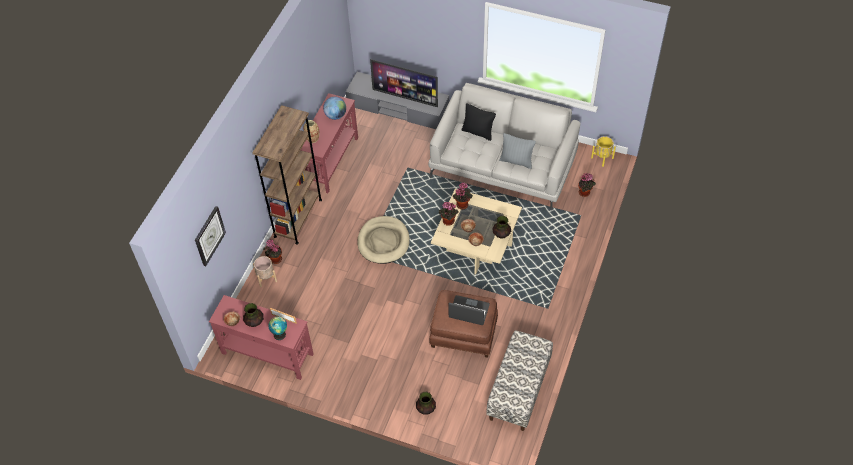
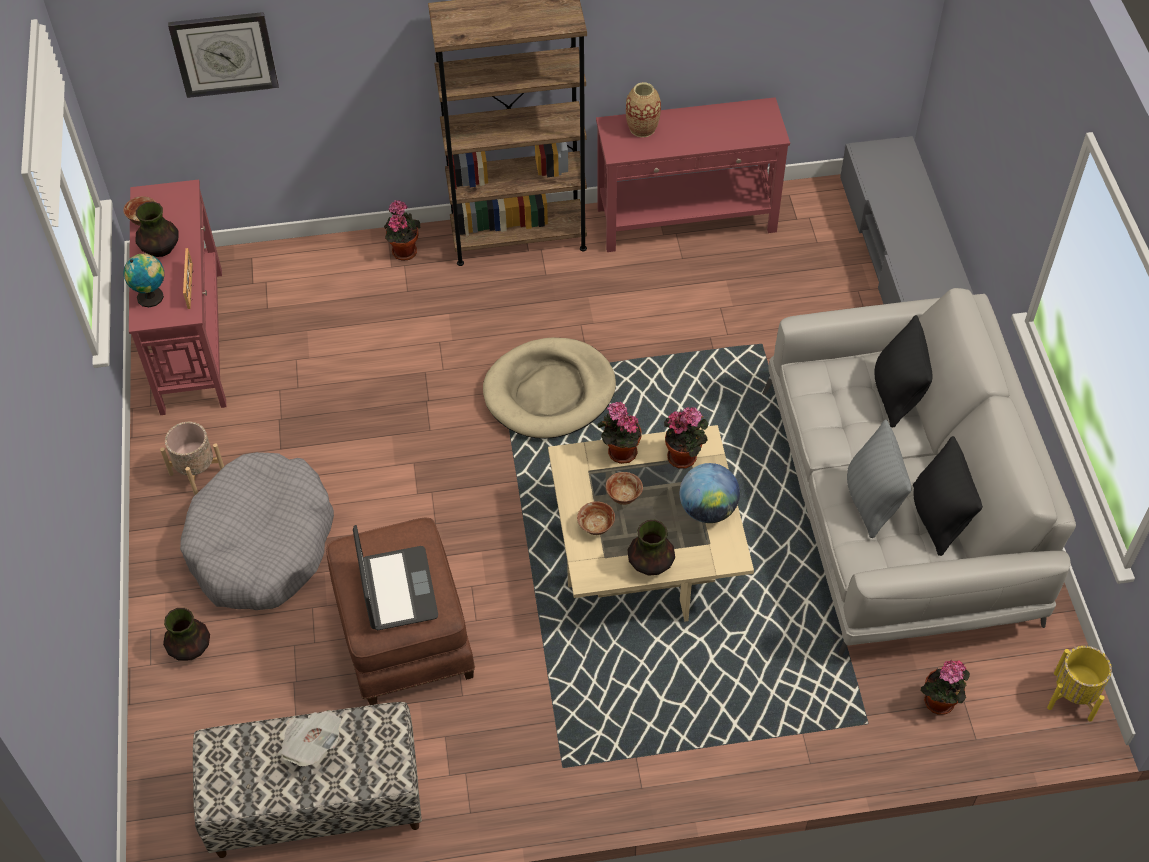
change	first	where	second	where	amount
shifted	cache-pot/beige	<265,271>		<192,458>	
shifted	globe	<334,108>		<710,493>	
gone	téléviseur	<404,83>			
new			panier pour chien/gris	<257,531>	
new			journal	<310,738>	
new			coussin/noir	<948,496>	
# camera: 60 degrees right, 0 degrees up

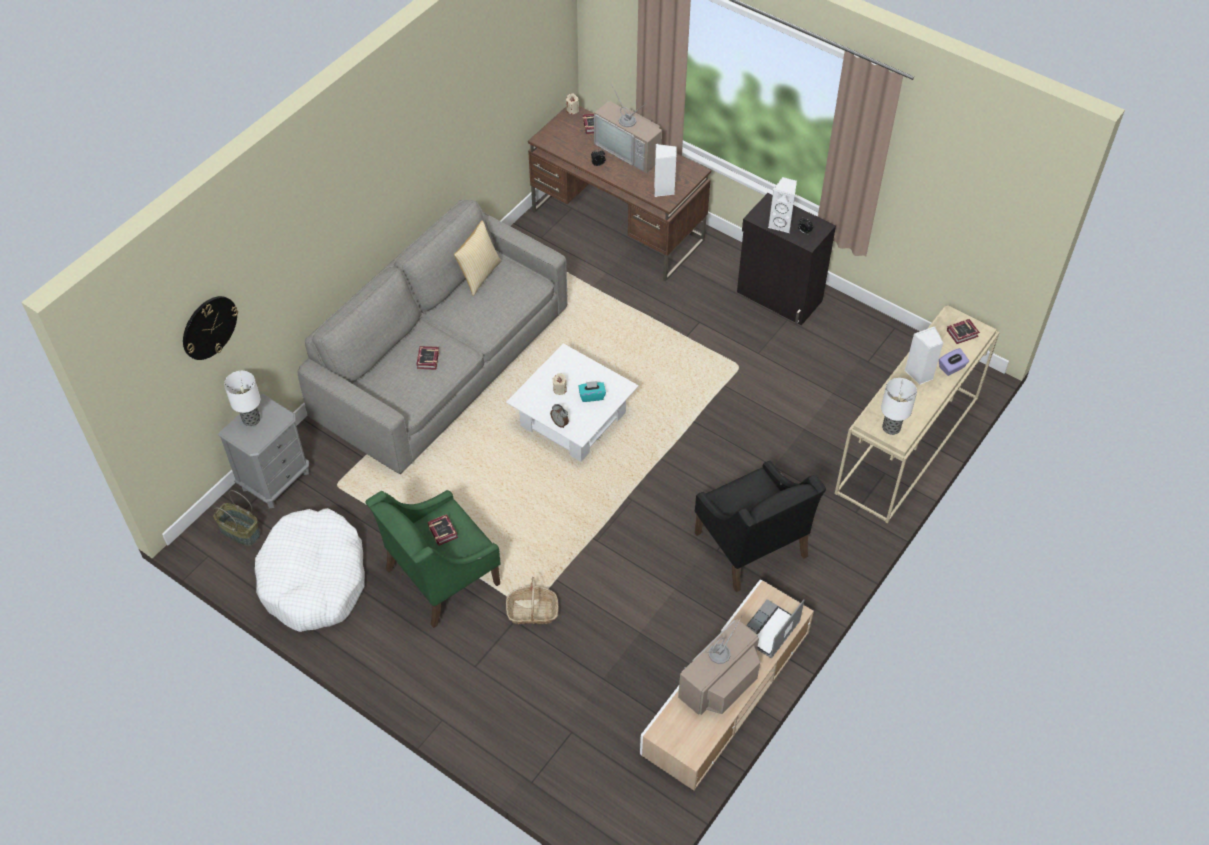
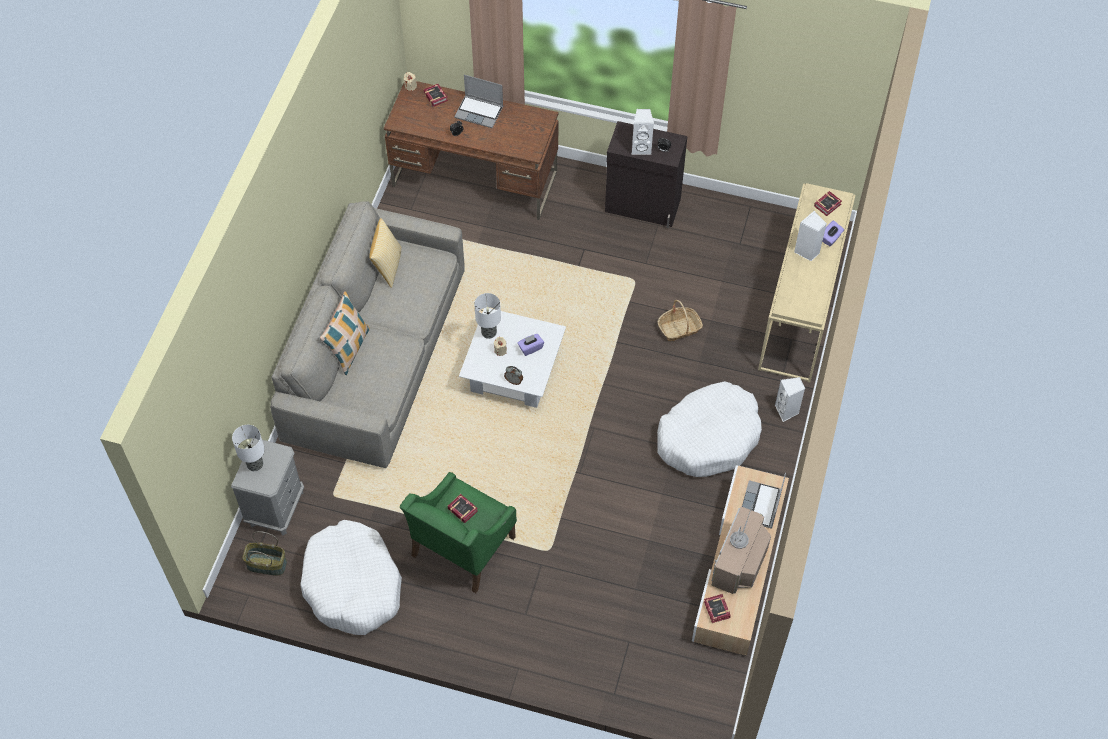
change	first	where	second	where	amount
gone	horloge murale	<210,328>			
shifted	livre	<427,358>		<717,608>	
shifted	panier	<532,600>		<680,320>	
repainted	boîte à mouchoirs/turquoise	<592,391>	boîte à mouchoirs/violet	<530,345>	
swapped	téléviseur	<628,128>	ordinateur portable	<478,101>	
shifted	enceinte/blanc	<666,170>		<790,399>	
swapped	fauteuil/noir	<760,526>	panier pour chien/blanc	<709,429>	
shifted	lampe de table	<899,406>		<487,316>	
new			coussin	<345,333>	
# camera: 20 degrees left, 5 degrees up

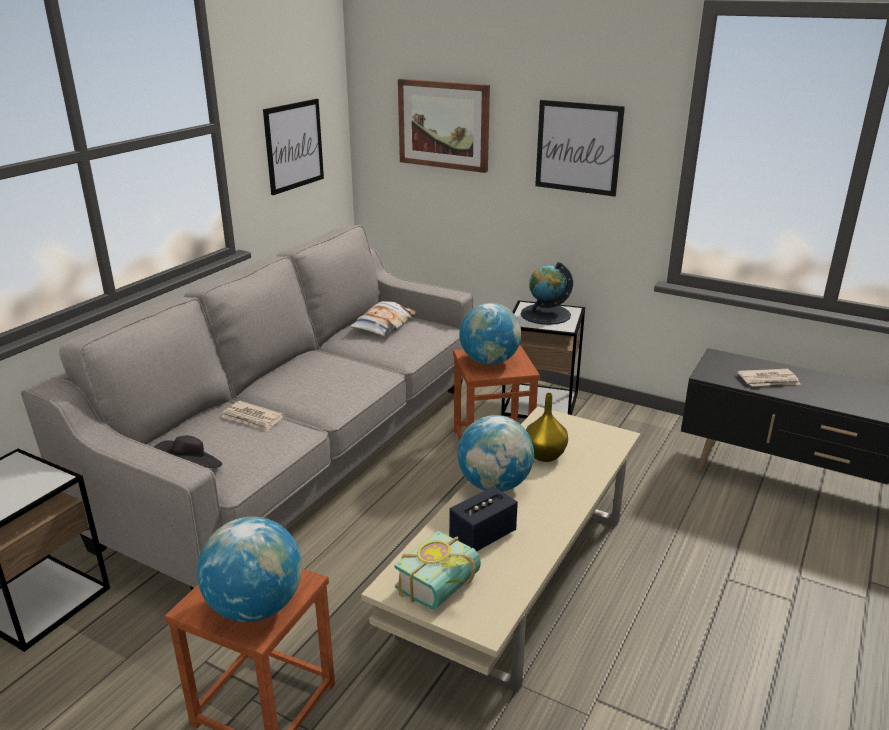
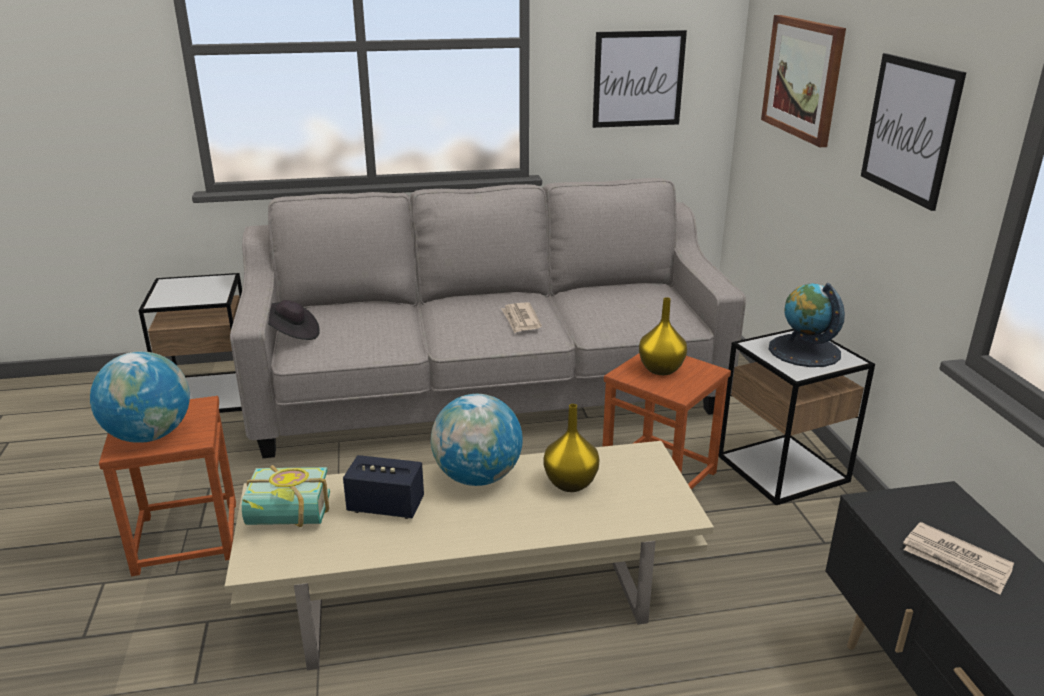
change	first	where	second	where	amount
shifted	journal	<253,416>		<521,317>	
gone	coussin	<383,319>			
swapped	globe	<490,334>	vase/jaune	<663,336>	
# camera: 50 degrees right, 0 degrees up

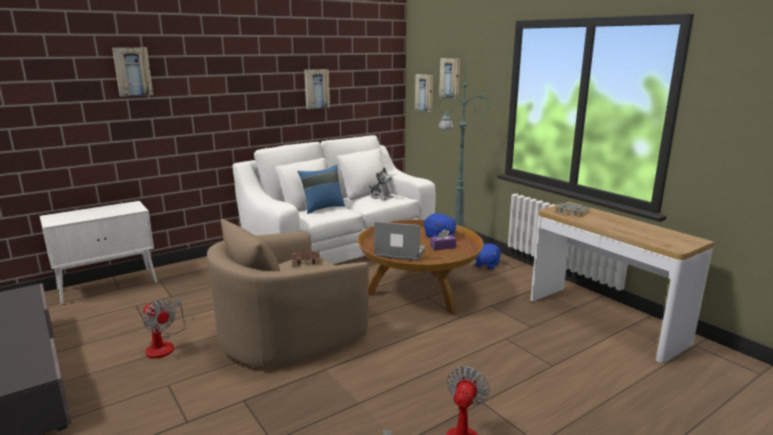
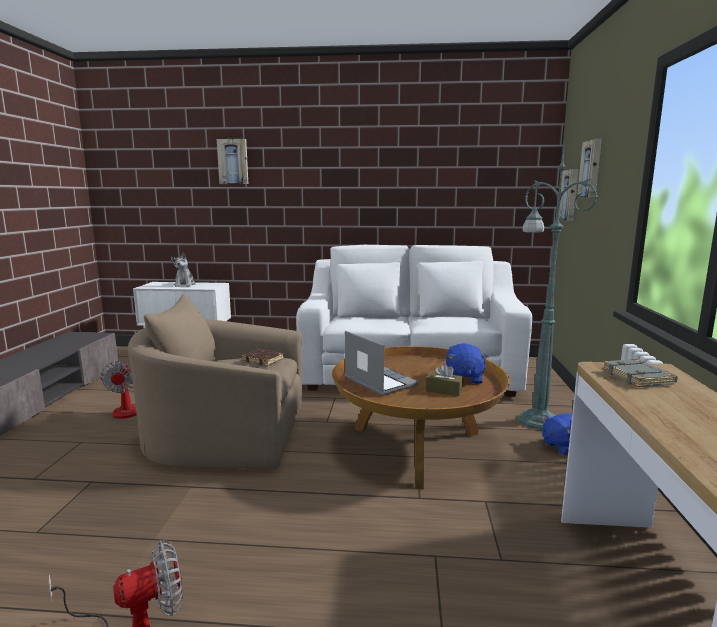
change	first	where	second	where	amount
gone	coussin/bleu	<321,189>			
gone	tableau	<317,89>			
shifted	peluche	<381,183>		<183,269>	
repainted	boîte à mouchoirs/violet	<443,239>	boîte à mouchoirs/marron	<445,380>	
# camera: 40 degrees right, 5 degrees down

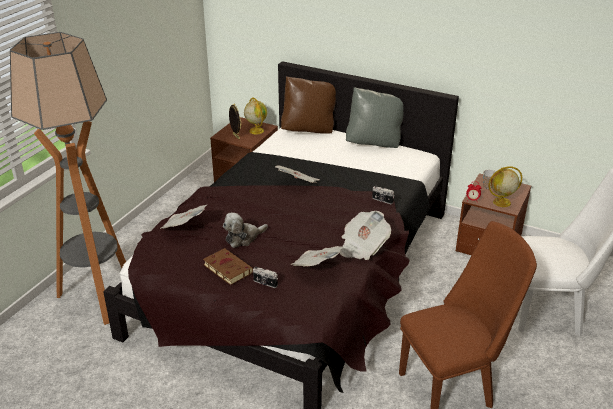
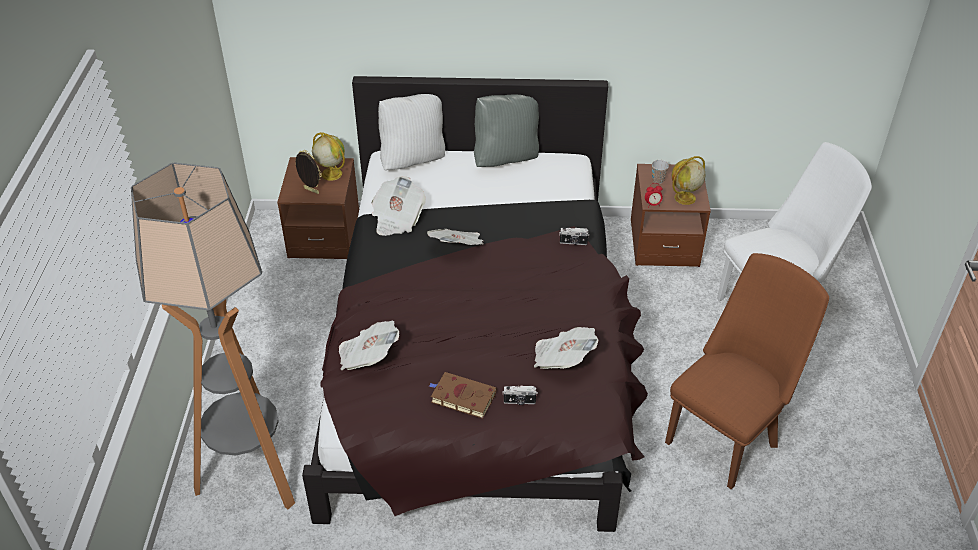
change	first	where	second	where	amount
gone	peluche	<245,230>			
repainted	coussin/marron	<308,105>	coussin/blanc	<411,132>	
shifted	journal	<365,235>		<399,206>	
# camera: 25 degrees left, 10 degrees up

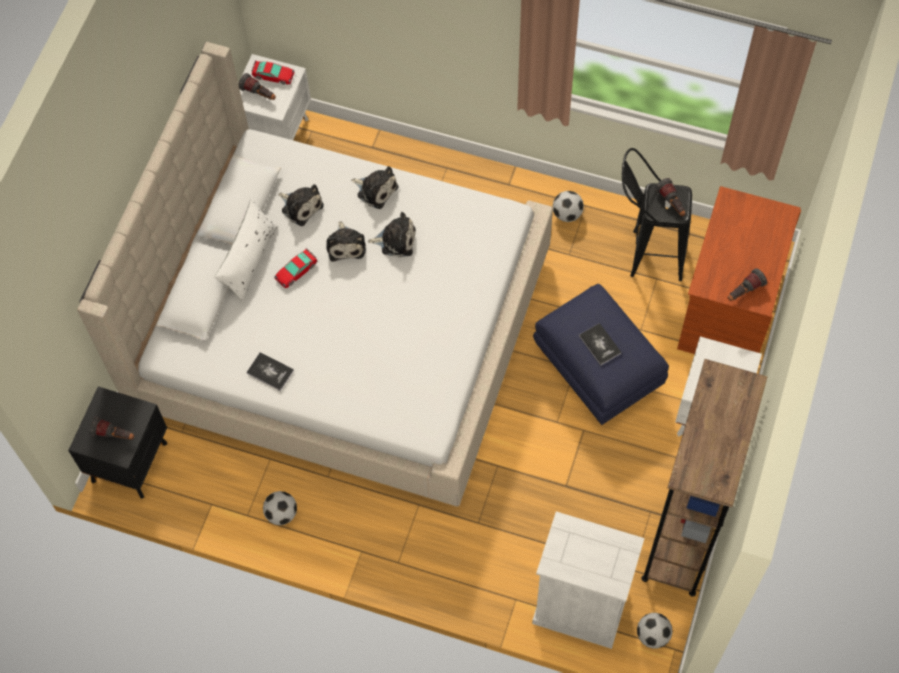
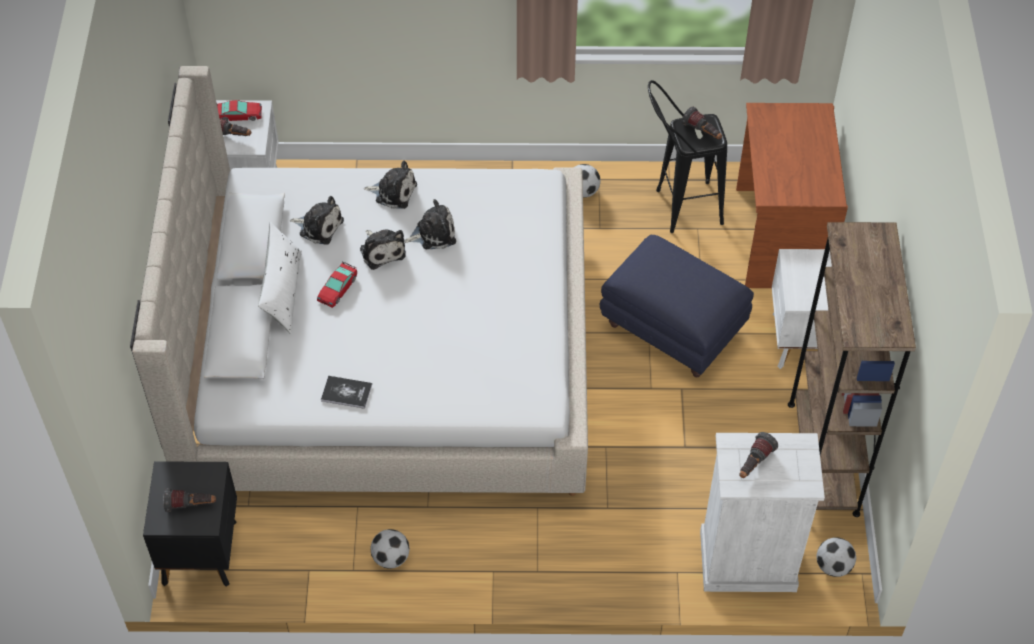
change	first	where	second	where	amount
gone	livre	<600,344>			
shifted	lampe de poche	<747,284>		<758,455>	
# camera: 20 degrees left, 10 degrees down

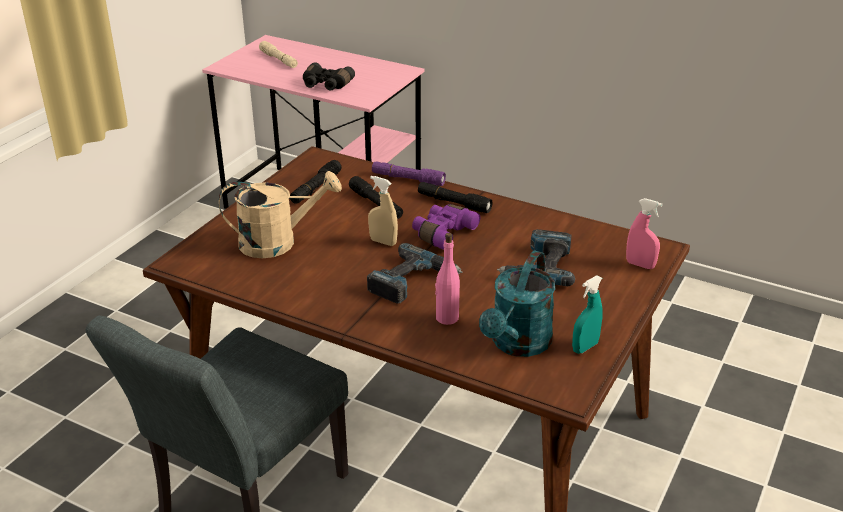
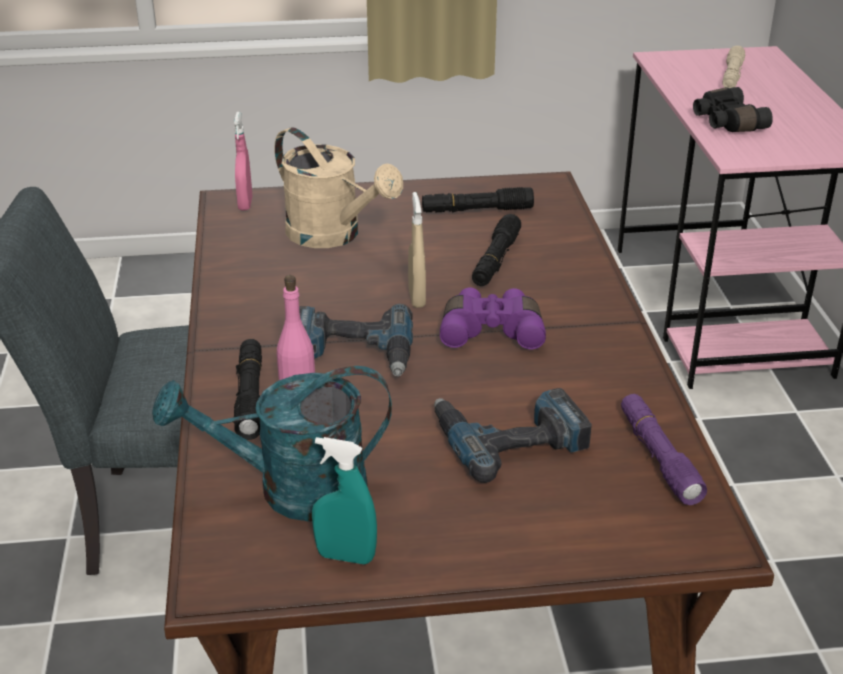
change	first	where	second	where	amount
shifted	lampe de poche/violet	<409,173>		<664,449>	
shifted	lampe de poche/noir	<455,197>		<248,389>	
shifted	vaporisateur/rose	<644,233>		<243,161>	
# camera: 55 degrees right, 0 degrees up

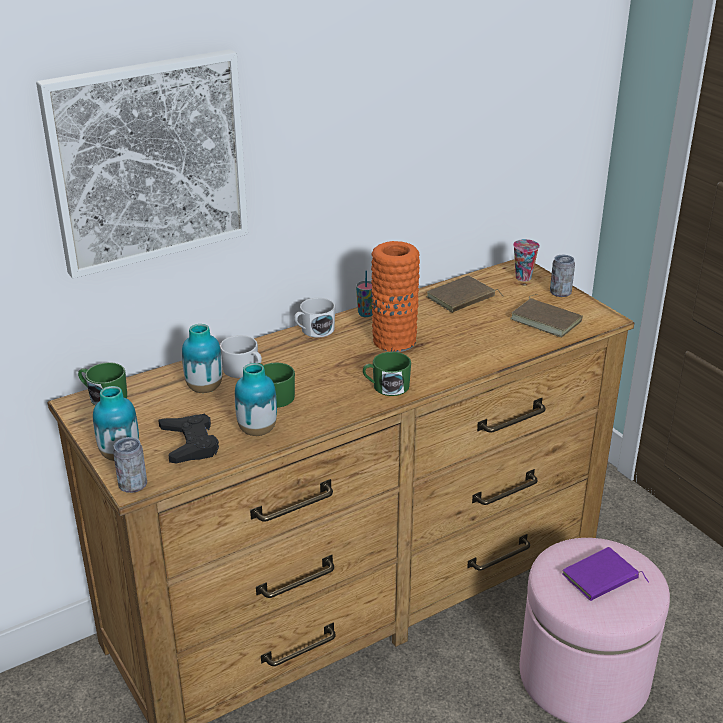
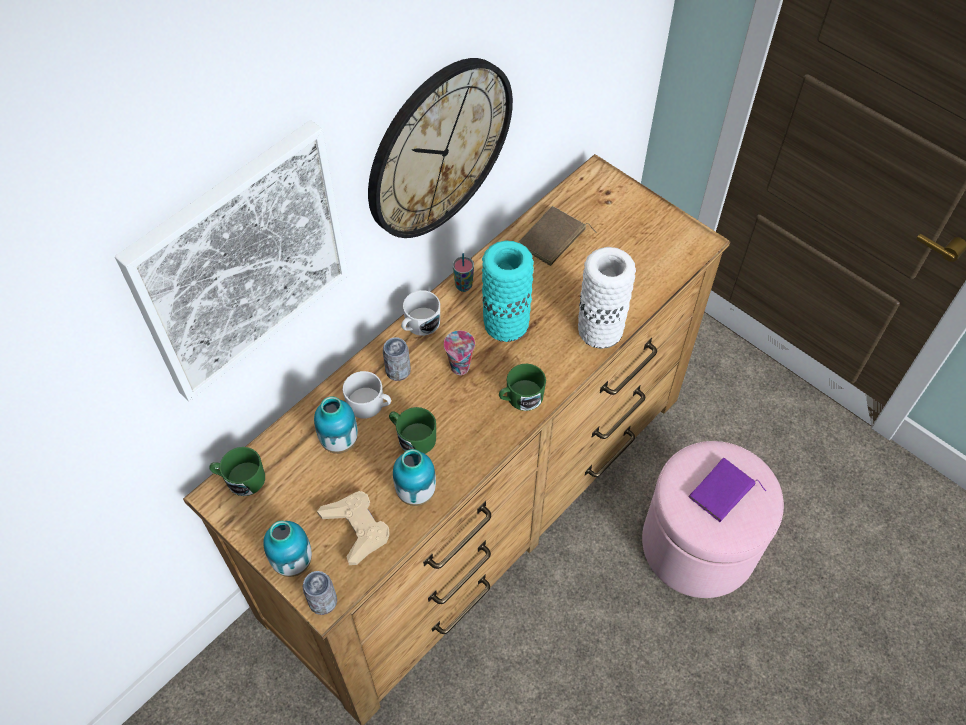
change	first	where	second	where	amount
repainted	manette/noir	<188,439>	manette/beige	<353,528>	
repainted	vase/orange	<395,296>	vase/turquoise	<508,291>	
gone	livre/marron	<546,315>			
shifted	tasse	<526,260>		<459,353>	
shifted	boîte métallique	<562,276>		<397,359>	
new			horloge murale	<440,148>	
new			vase/blanc	<607,298>	
# camera: 15 degrees left, 25 degrees up

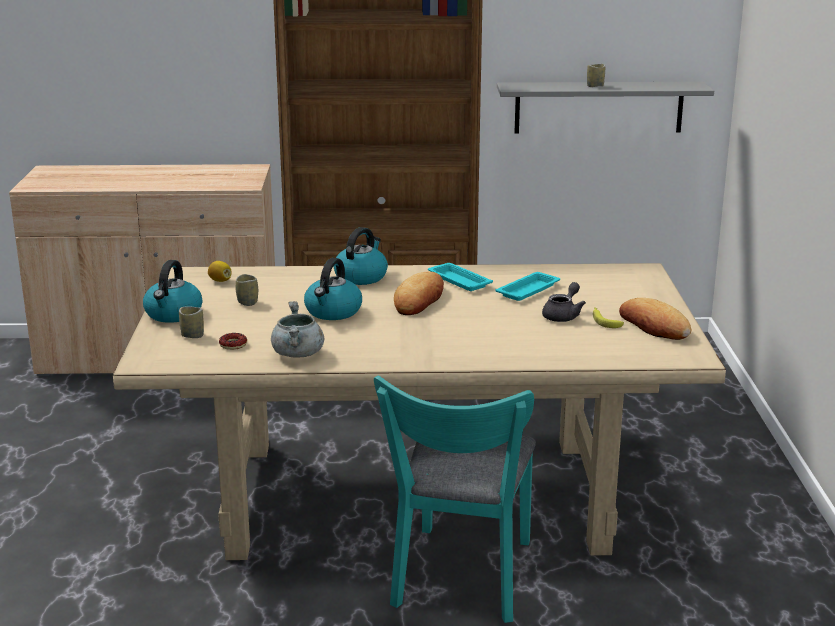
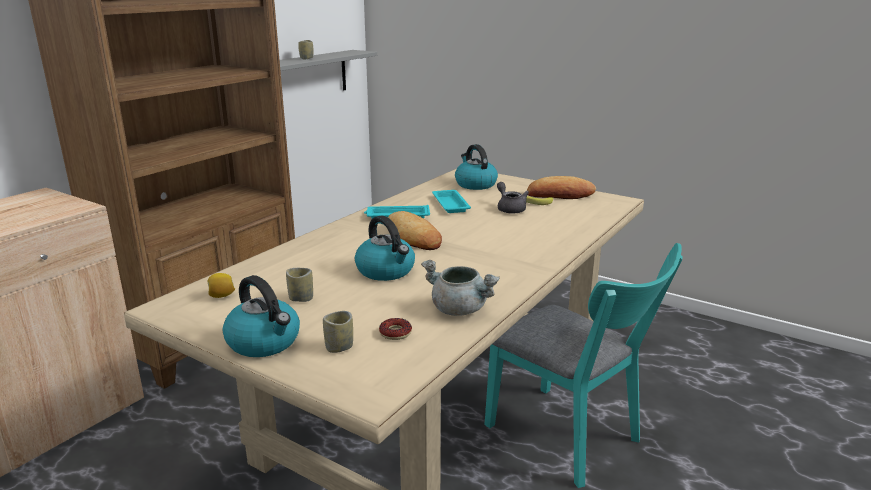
change	first	where	second	where	amount
shifted	bouilloire	<360,256>		<476,167>	
# camera: 55 degrees left, 0 degrees up

